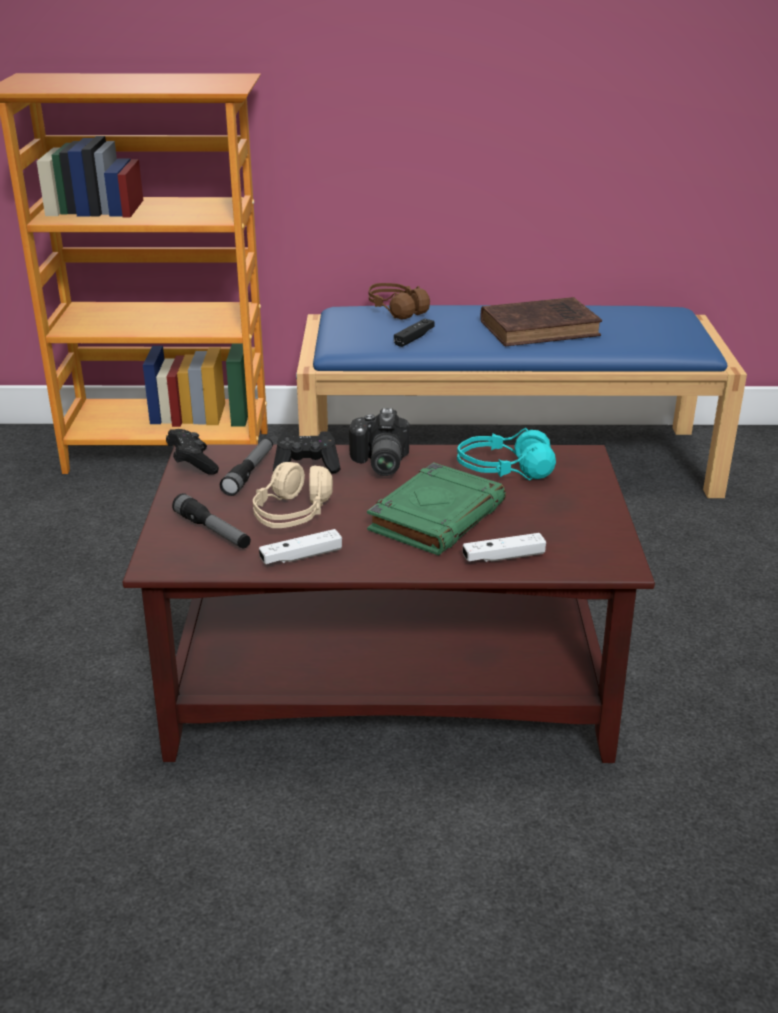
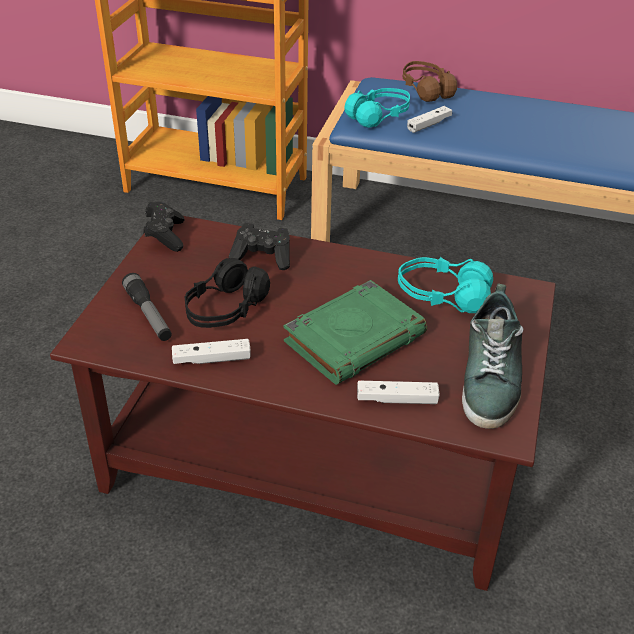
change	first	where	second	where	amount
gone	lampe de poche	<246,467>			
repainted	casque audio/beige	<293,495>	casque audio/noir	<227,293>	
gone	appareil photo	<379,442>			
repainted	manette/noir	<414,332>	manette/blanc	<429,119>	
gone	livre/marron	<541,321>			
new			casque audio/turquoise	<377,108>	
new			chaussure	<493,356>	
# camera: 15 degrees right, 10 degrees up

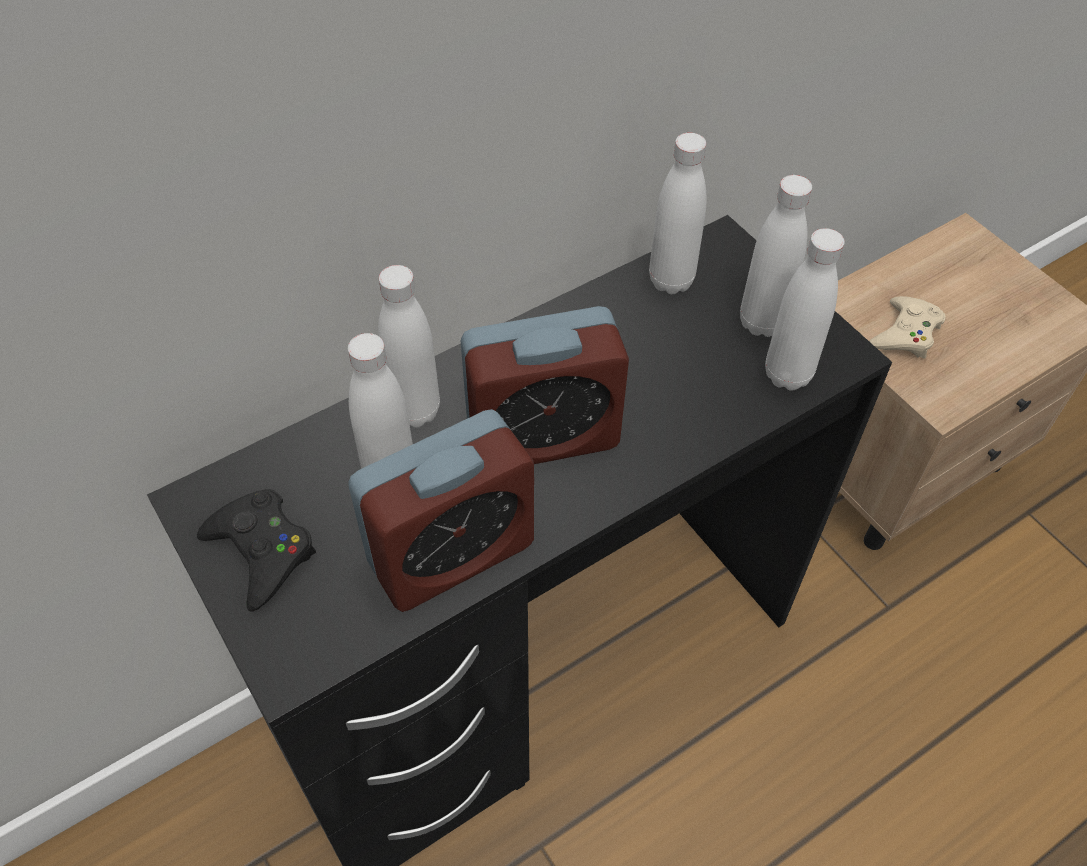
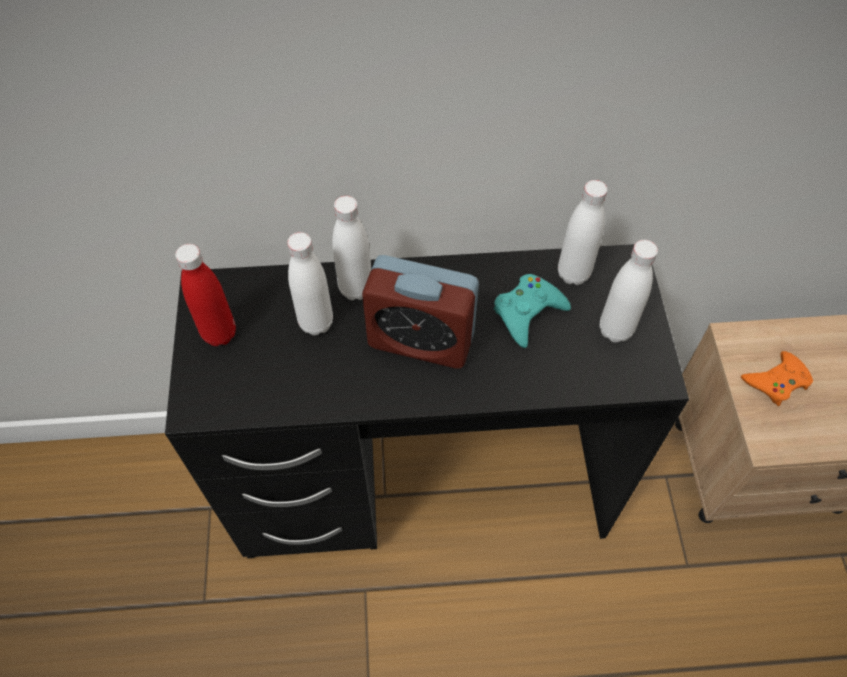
change	first	where	second	where	amount
swapped	manette/noir	<256,550>	bouteille/rouge	<205,295>	
gone	réveil	<441,510>			
gone	bouteille/blanc	<805,309>			
repainted	manette/beige	<907,327>	manette/orange	<777,378>	
new			manette/turquoise	<532,311>	
# camera: 30 degrees right, 5 degrees up

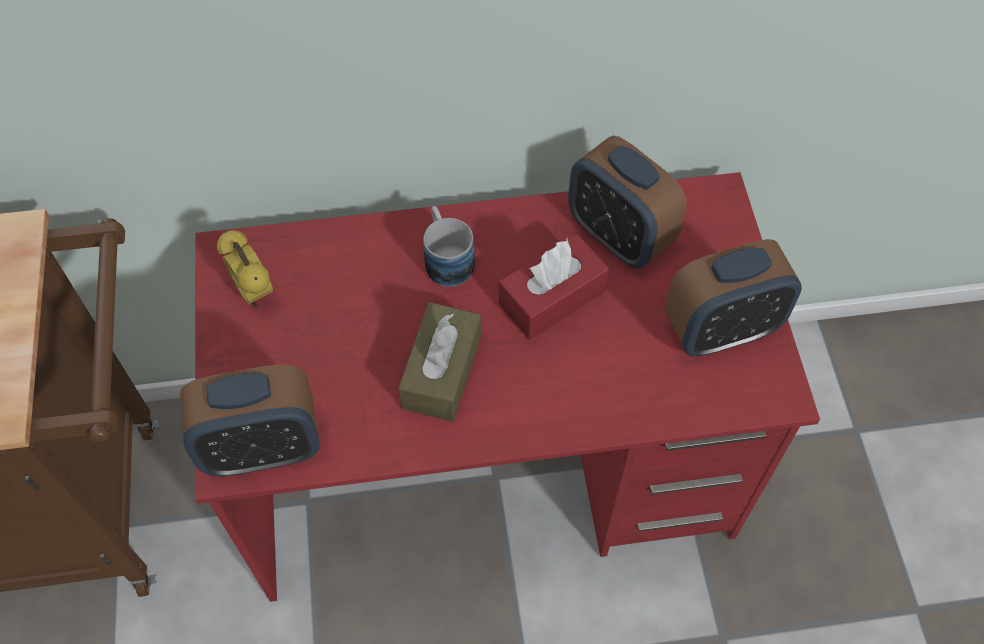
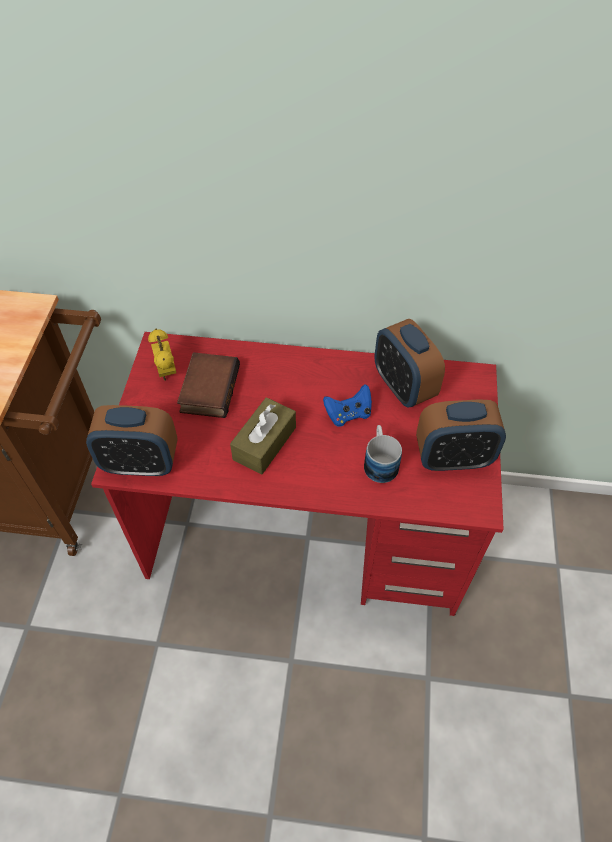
change	first	where	second	where	amount
shifted	mug	<449,246>		<383,454>	
swapped	boîte à mouchoirs/rouge	<554,287>	manette/bleu	<347,405>	
new			livre	<208,385>	
# camera: 15 degrees right, 5 degrees down

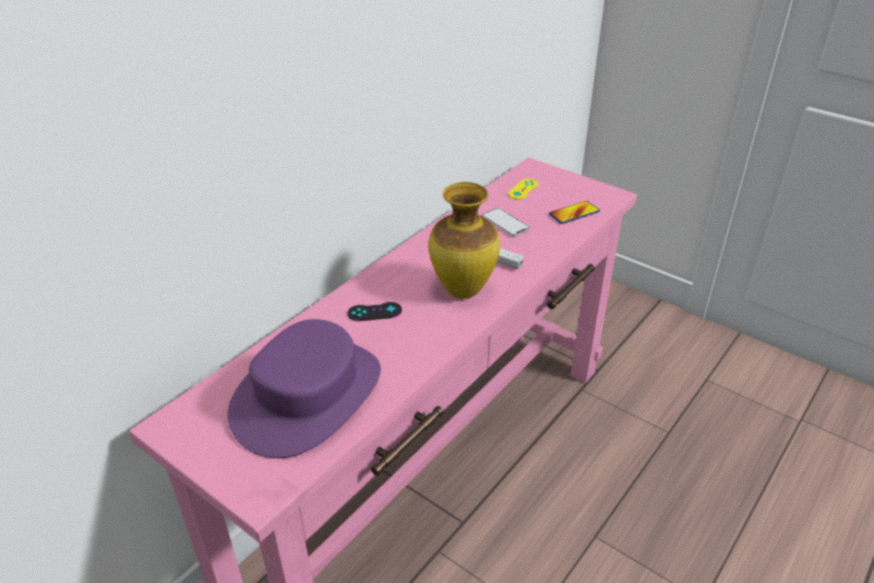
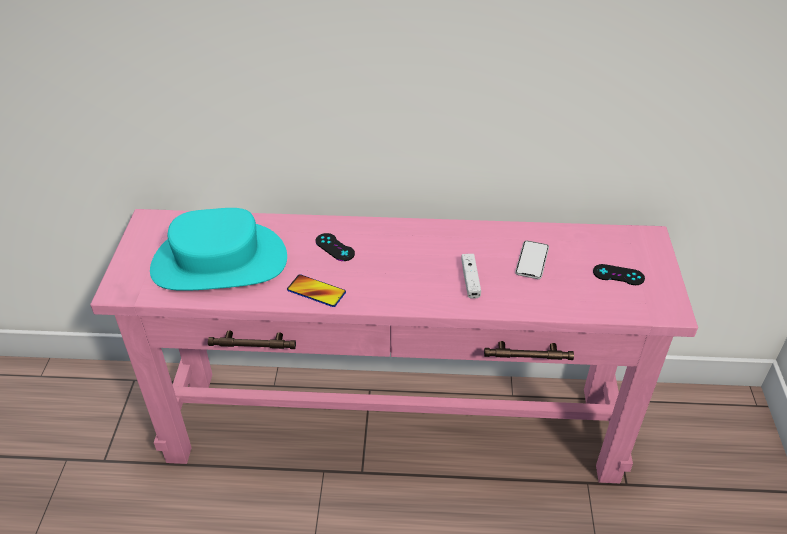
change	first	where	second	where	amount
repainted	chapeau/violet	<304,388>	chapeau/turquoise	<218,249>	
gone	vase	<464,240>			
gone	manette/jaune	<523,189>			
shifted	téléphone	<574,212>		<316,290>	
new			manette/noir	<619,274>	
# camera: 55 degrees right, 5 degrees up

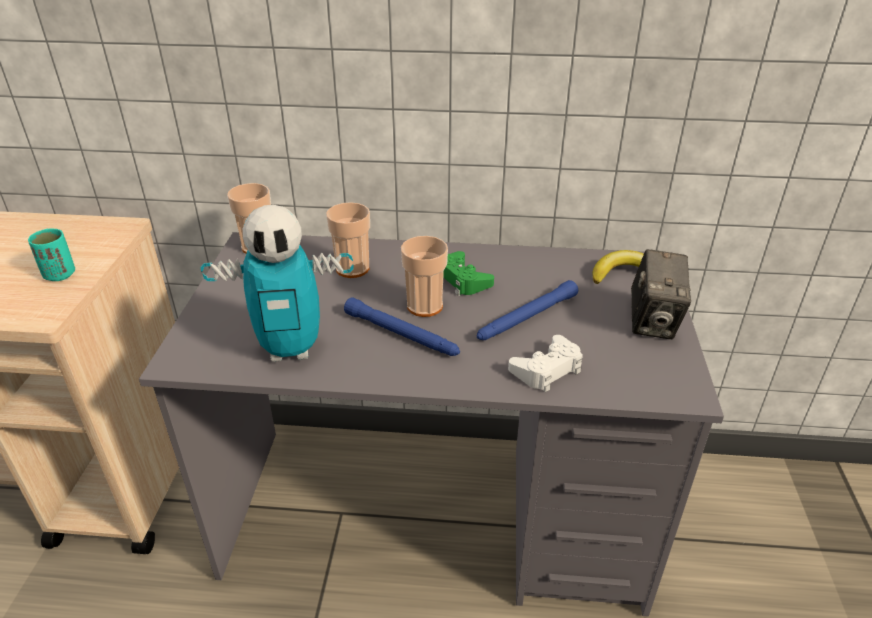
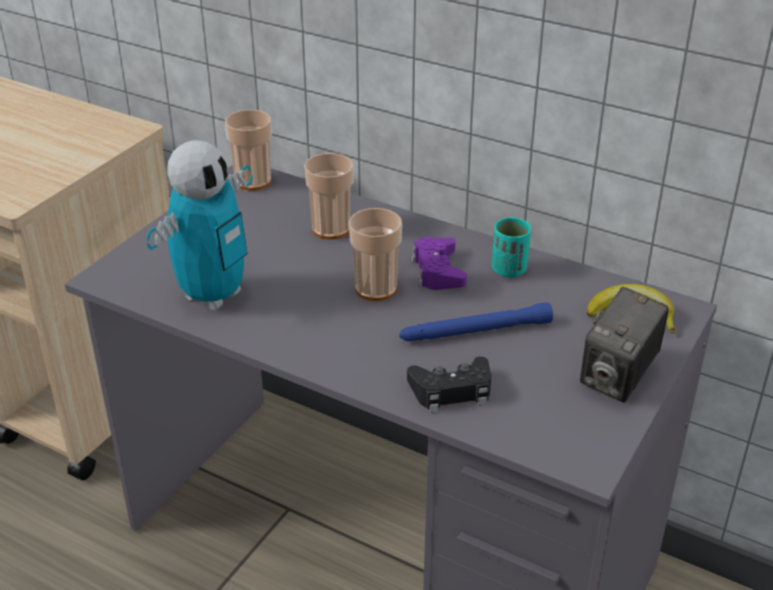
change	first	where	second	where	amount
shifted	tasse/turquoise	<51,254>		<511,247>	
rotated	robot jouet	<277,283>		<200,225>	75 degrees counterclockwise
gone	lampe de poche/bleu	<402,326>			
repainted	manette/vert	<468,273>	manette/violet	<439,263>	
repainted	manette/blanc	<545,363>	manette/noir	<449,385>	
# camera: 25 degrees right, 0 degrees up

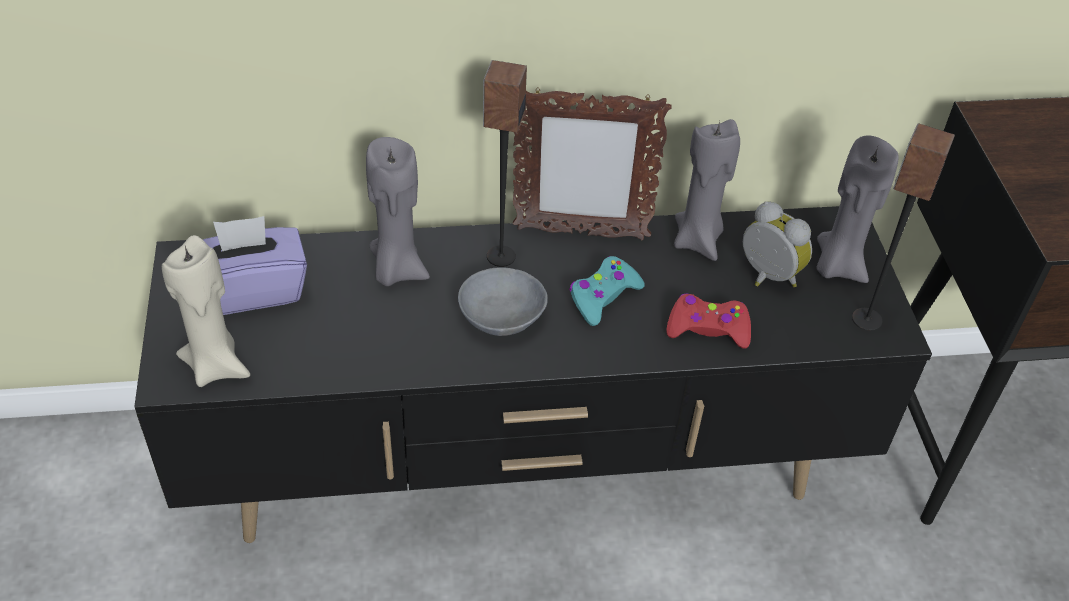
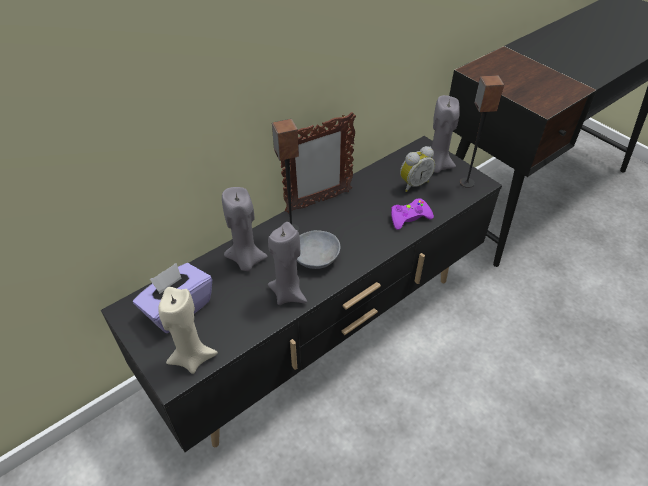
change	first	where	second	where	amount
gone	manette/turquoise	<607,291>			
repainted	manette/rouge	<708,321>	manette/violet	<412,214>	
shifted	bougie/gris	<707,190>		<287,263>	
rotated	réveil	<777,244>		<417,169>	135 degrees clockwise
# camera: 30 degrees left, 0 degrees up

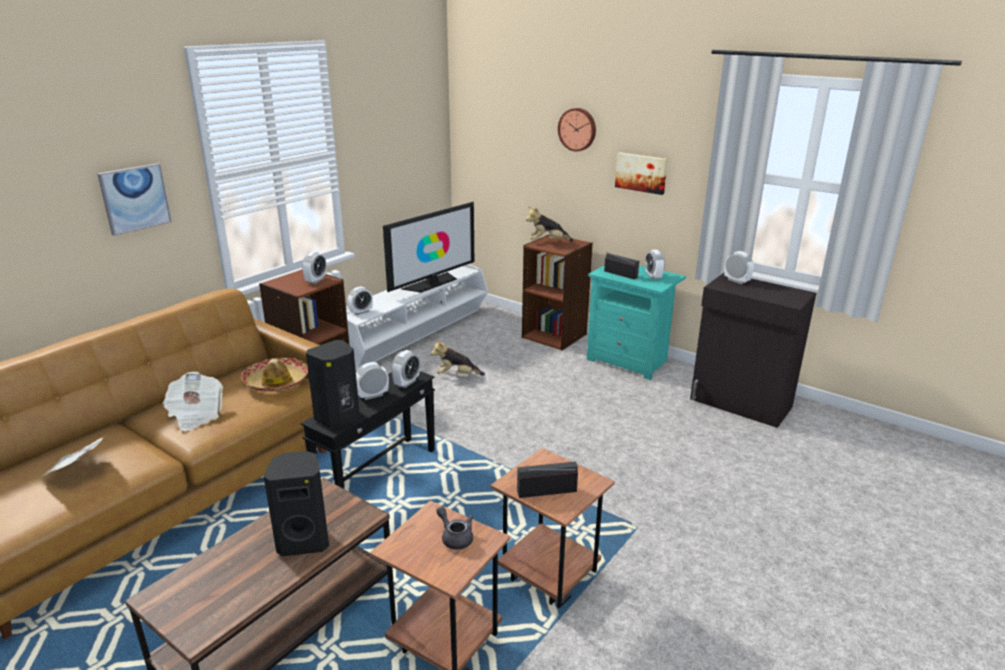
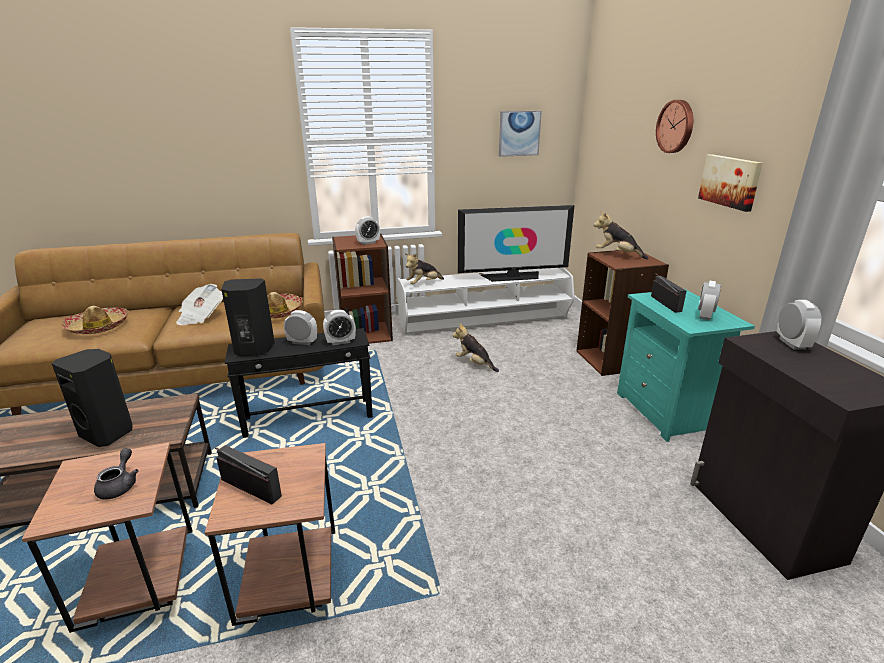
change	first	where	second	where	amount
swapped	journal	<75,455>	chapeau	<95,320>	
shifted	tableau	<134,199>		<520,134>	
swapped	réveil	<360,300>	peluche	<424,268>	
# camera: 40 degrees right, 0 degrees up

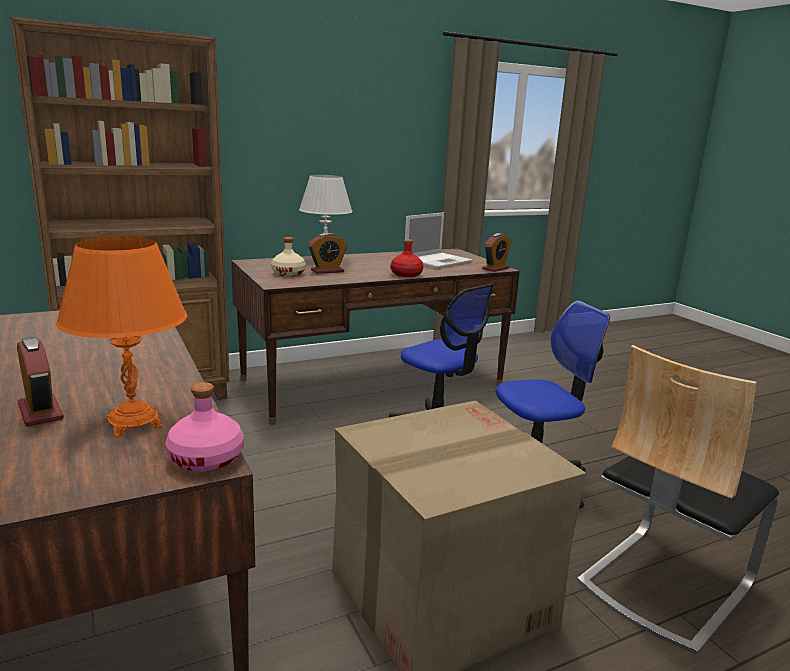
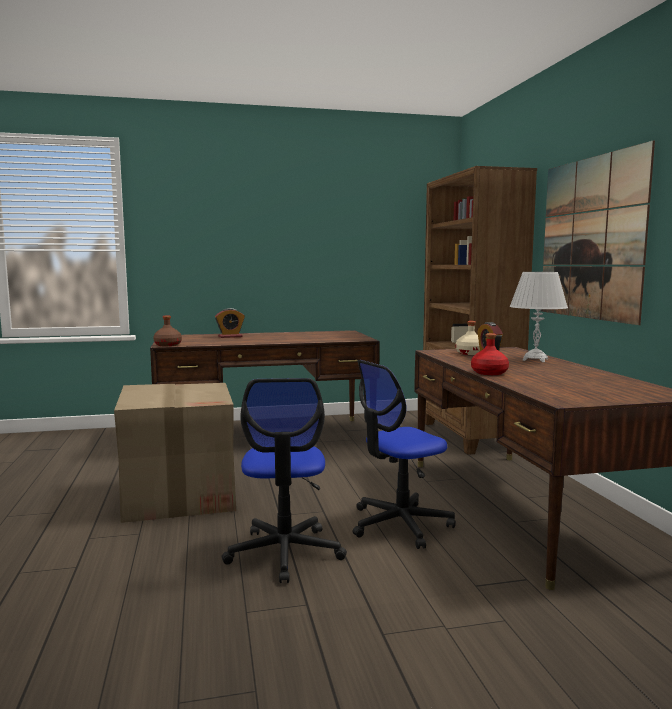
change	first	where	second	where	amount
gone	lampe de table/orange	<121,336>			
repainted	bouteille/rose	<204,427>	bouteille/marron	<167,330>	
gone	ordinateur portable	<438,240>			
gone	réveil	<497,252>			
gone	chaise	<678,499>			
new			tableau	<598,233>	
# camera: 105 degrees right, 10 degrees down

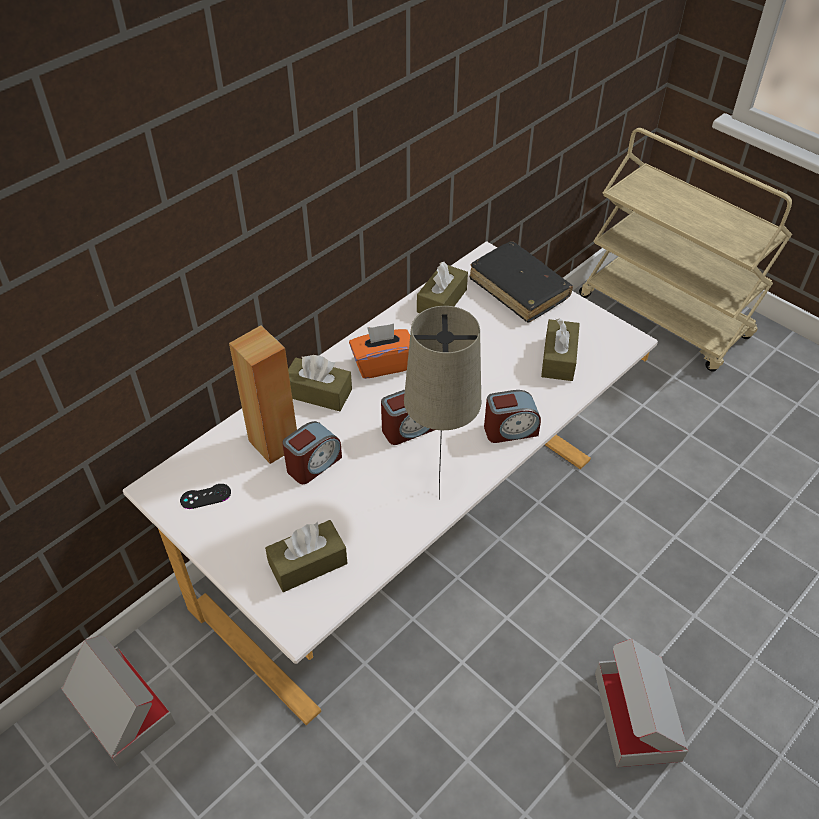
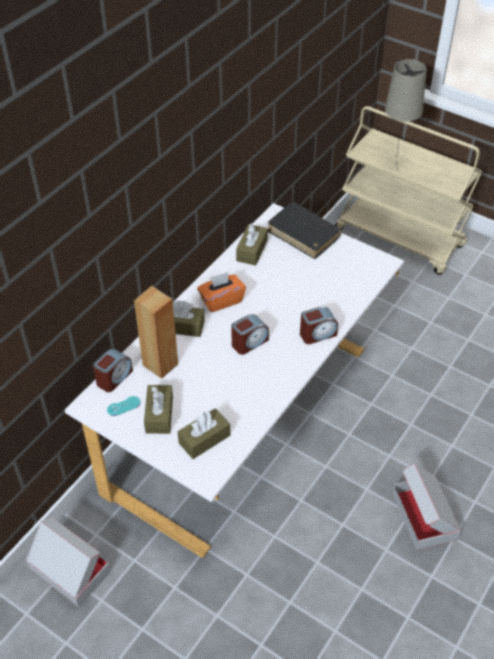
change	first	where	second	where	amount
repainted	manette/noir	<205,496>	manette/turquoise	<123,406>	
shifted	réveil	<312,452>		<113,370>	
shifted	lampe de table/beige	<442,403>		<406,114>	
shifted	boîte à mouchoirs/marron	<560,349>		<158,409>	
# camera: 10 degrees left, 0 degrees up

